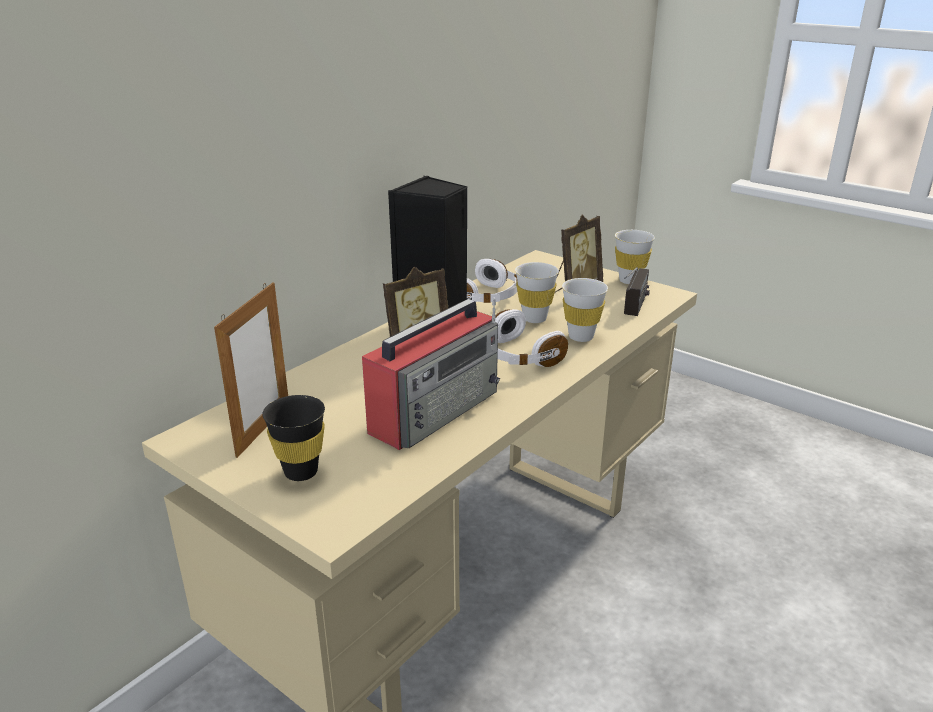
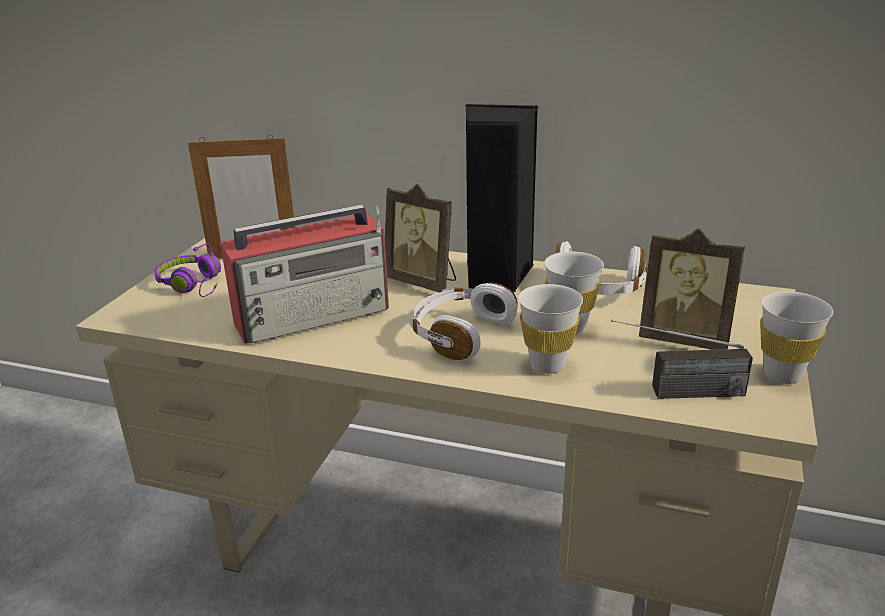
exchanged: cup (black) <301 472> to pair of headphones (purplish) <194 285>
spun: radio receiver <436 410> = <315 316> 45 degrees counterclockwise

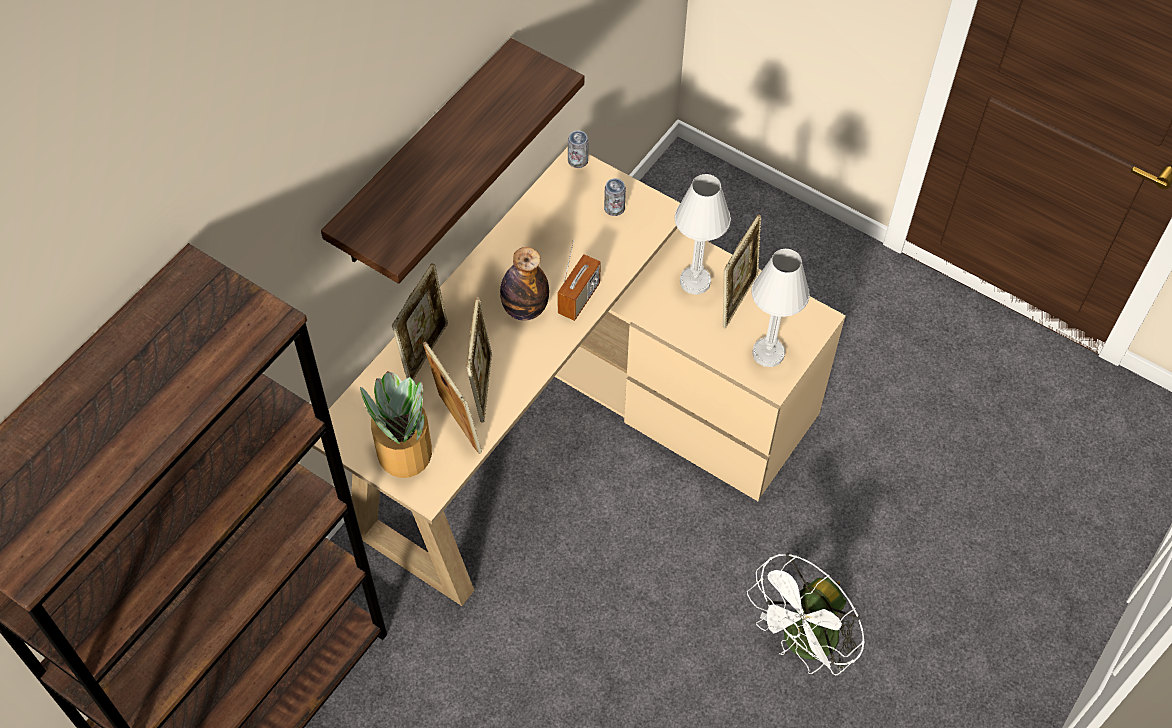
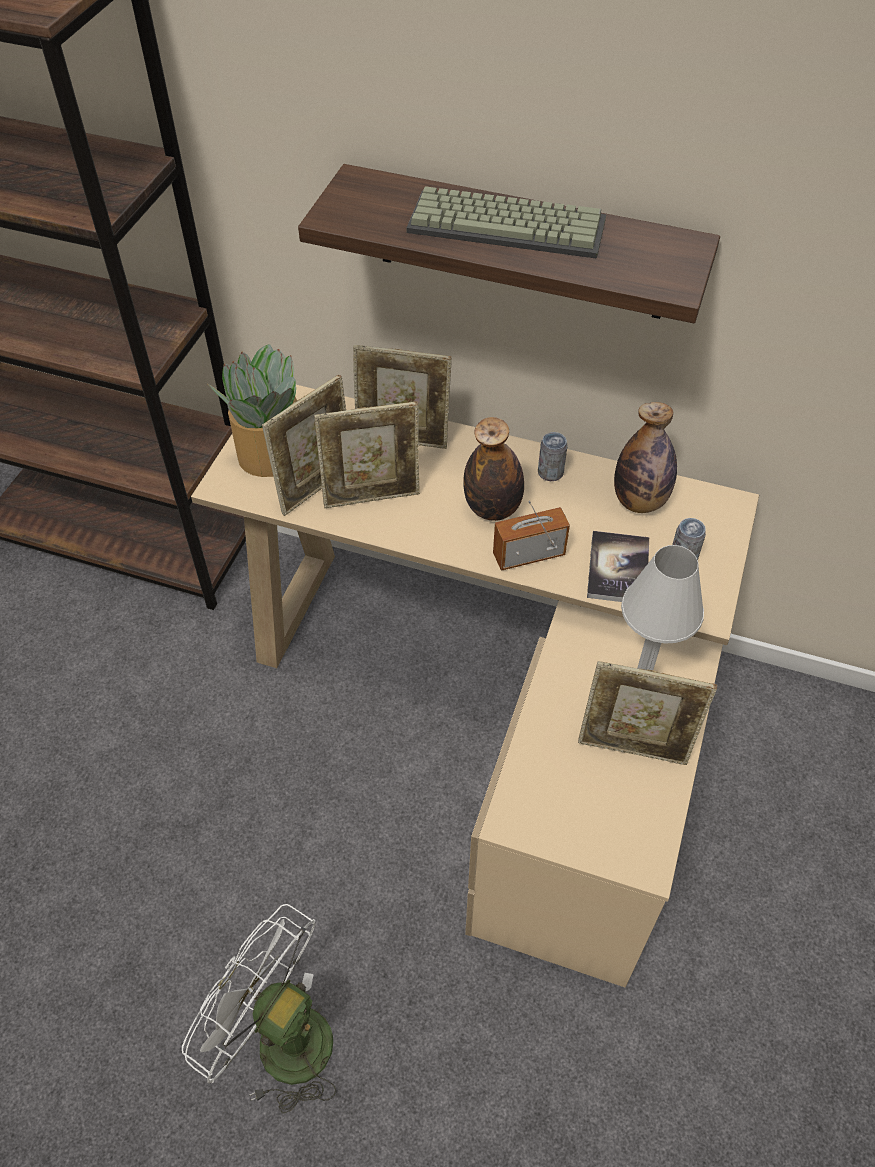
missing: table lamp (white-coloured) <768 353>
appeared: PC keyboard <509 224>; book <618 569>; bottle <639 501>
relocated: sealed can <578 161> to <550 473>
spun: radio receiver <579 298> = <528 555> 150 degrees clockwise

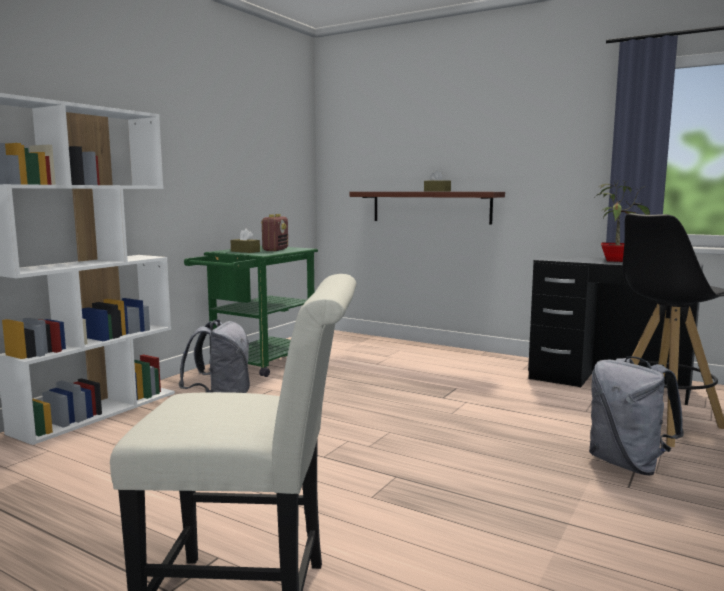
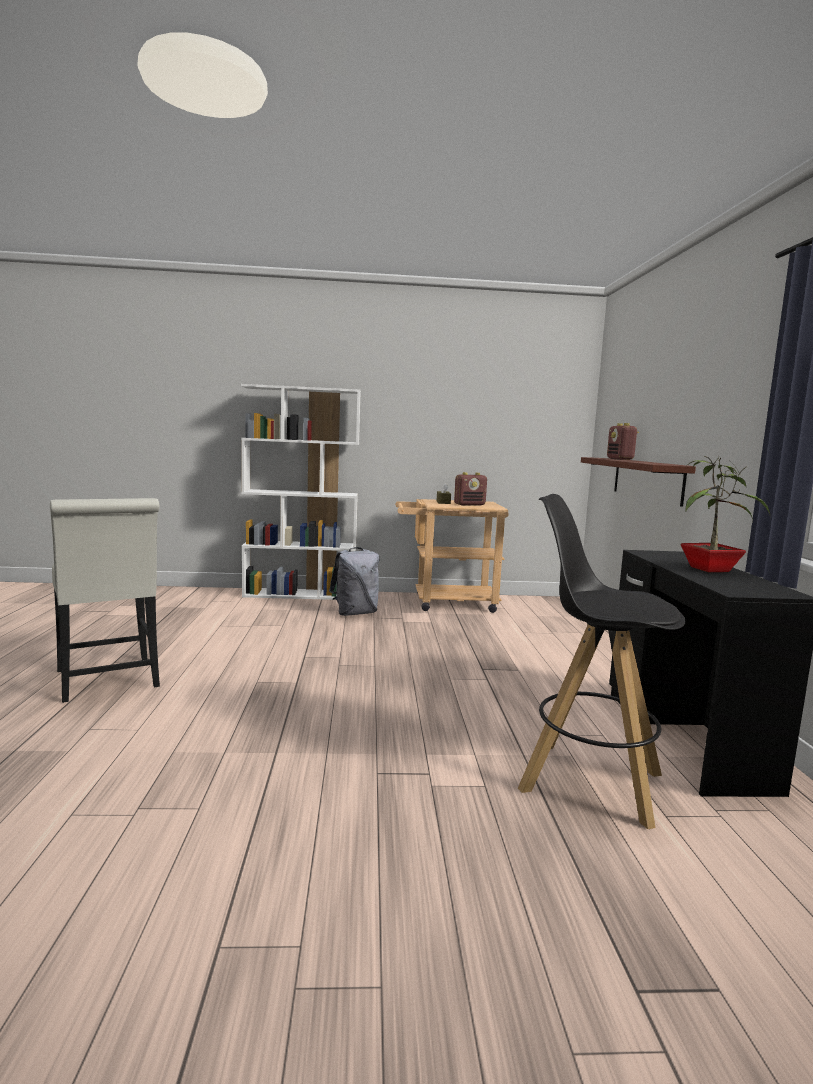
missing: tissue holder (brown) <437 191>; knapsack (greyish) <628 464>
appeared: radio receiver <620 459>
colour: trolley (greenish) <257 364> to trolley (beige) <446 603>

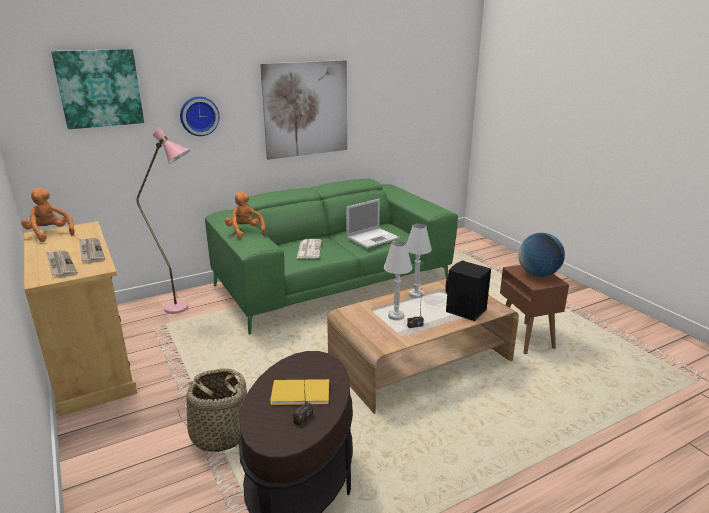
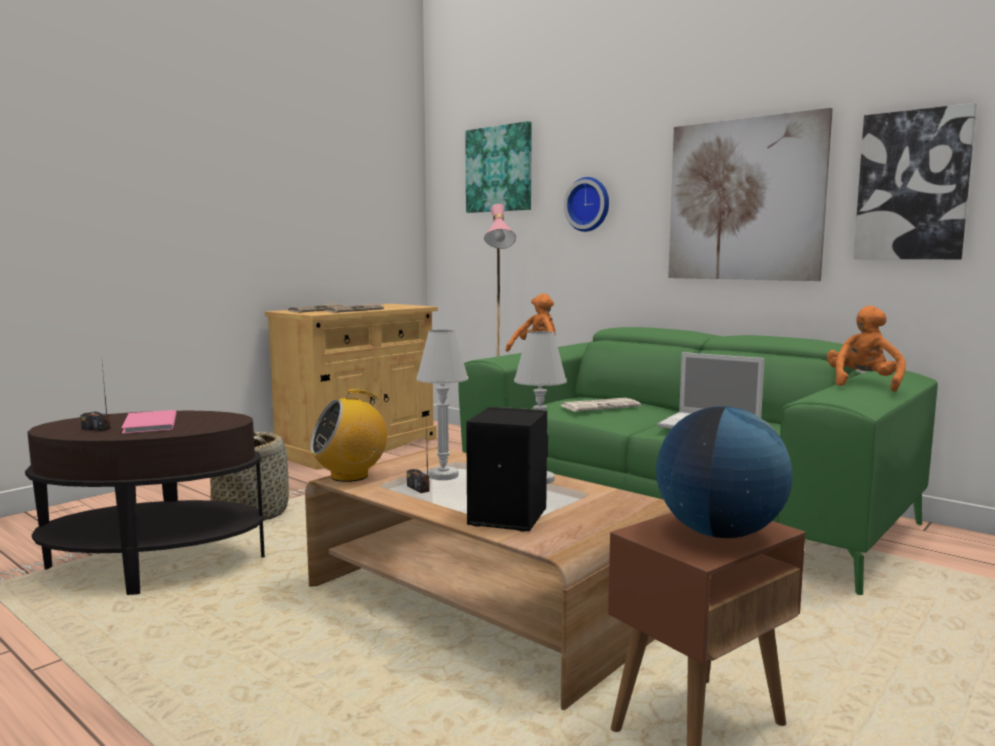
appeared: radio receiver <350 476>; picture <912 186>
relocated: plush toy (orangey) <50 234> to <863 384>
colour: book (yellowish) <302 394> to book (pink) <148 424>

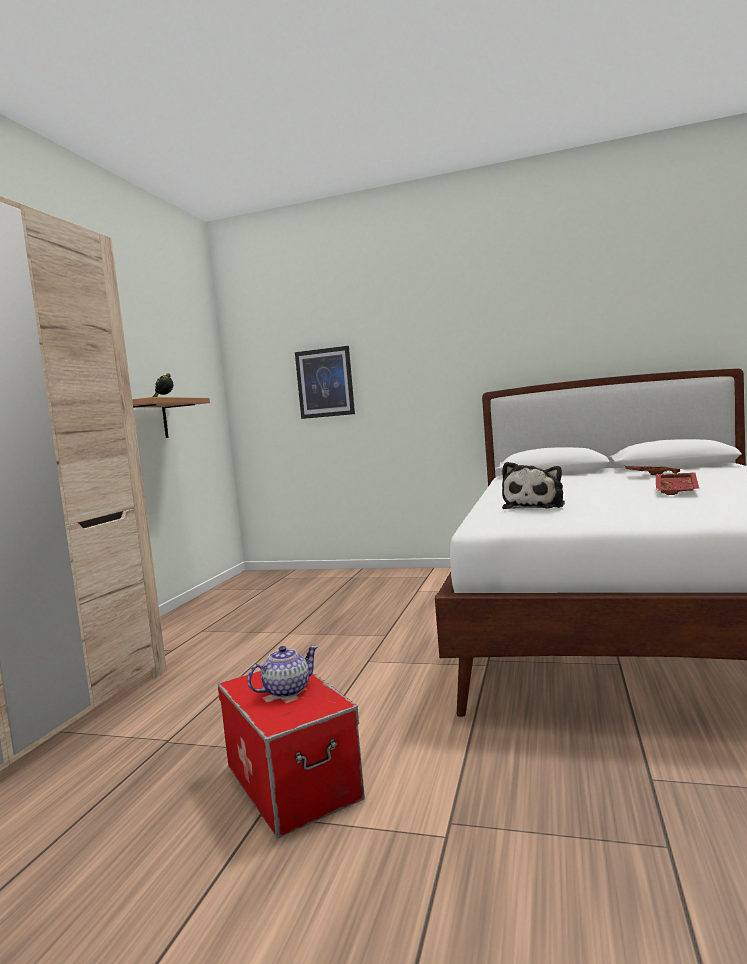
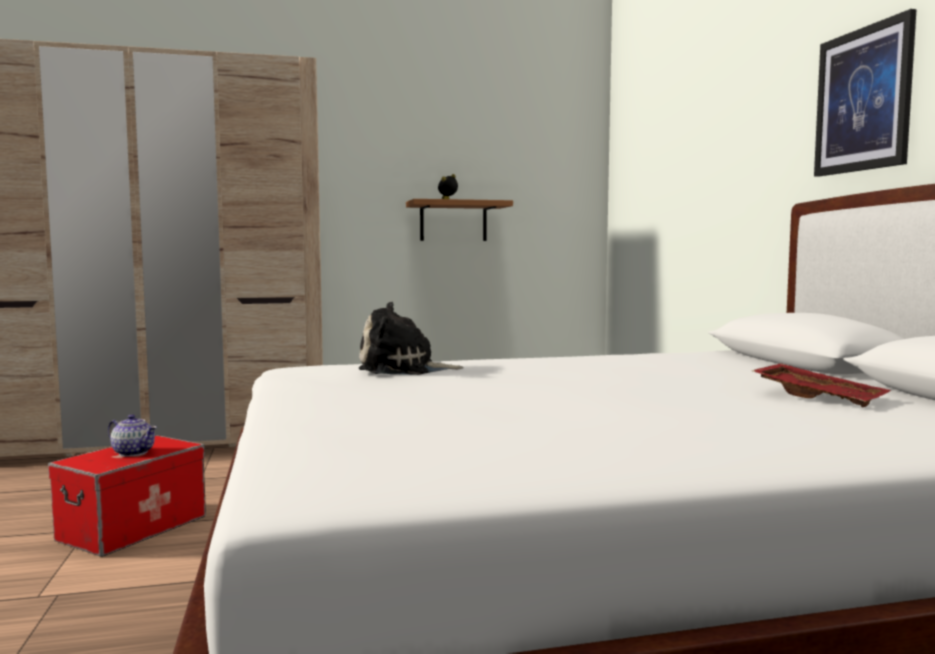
missing: tray (reddish) <678 490>
relocated: picture <325 383> to <863 100>

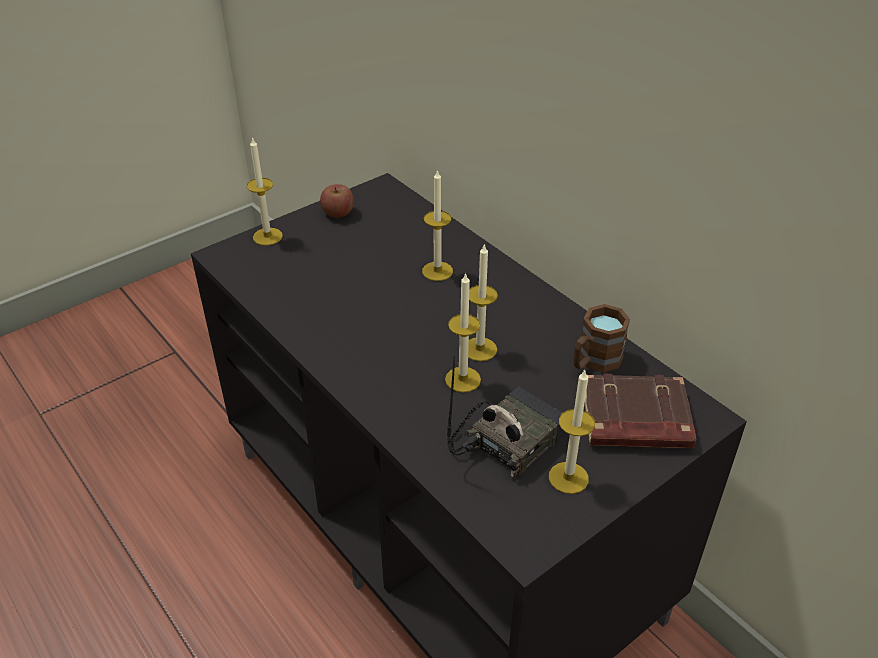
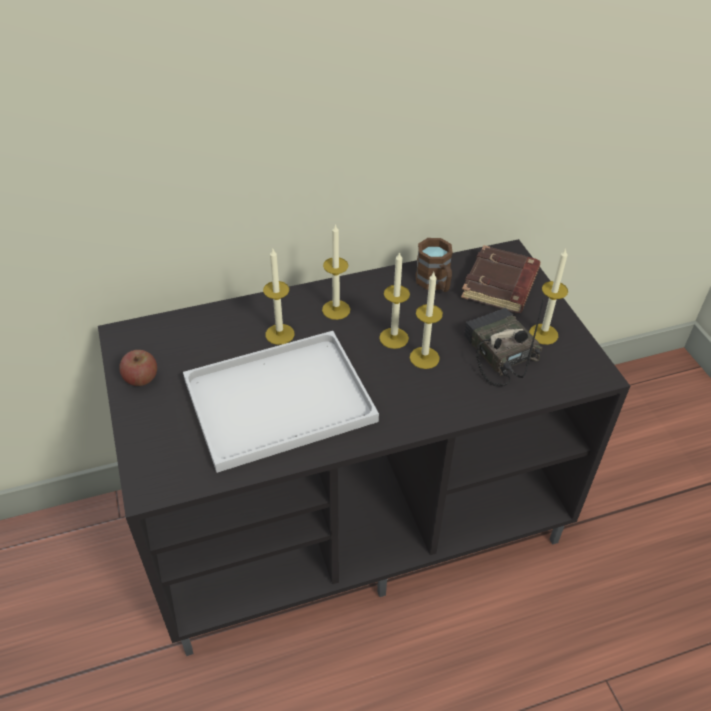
appeared: tray (white-coloured) <282 398>
relocated: wax light <267 236> to <336 310>

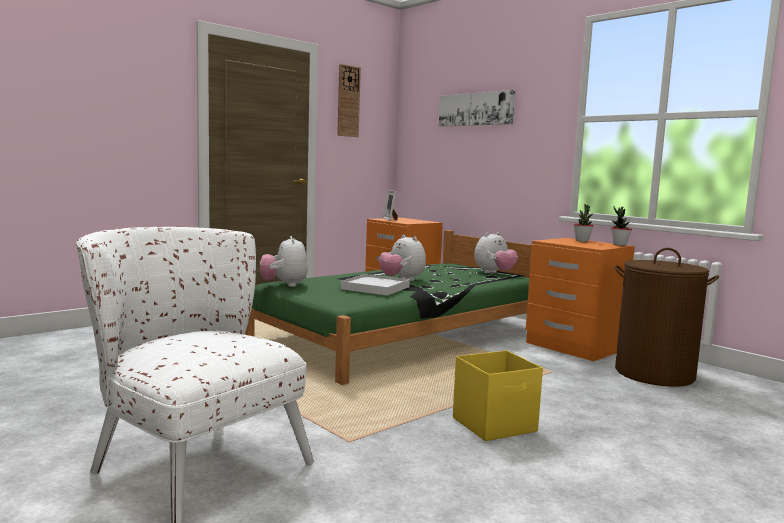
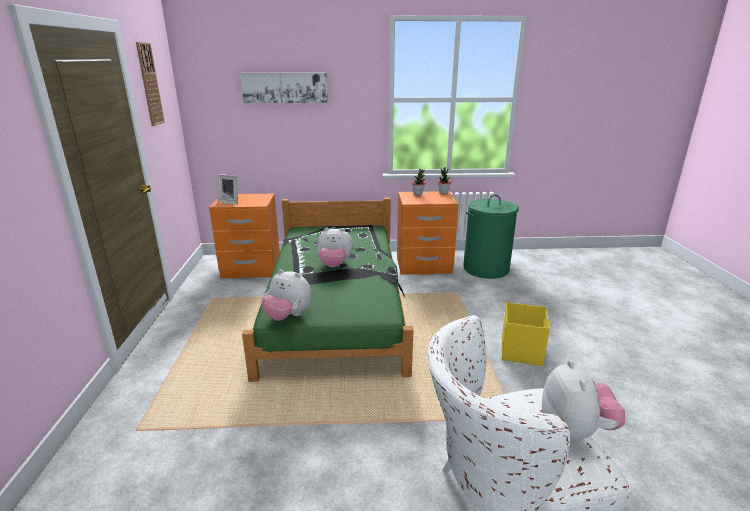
missing: tray (white-coloured) <375 288>
relocated: plush toy <494 273> to <574 430>
colour: washing basket (brown) <654 374> to washing basket (greenish) <486 269>

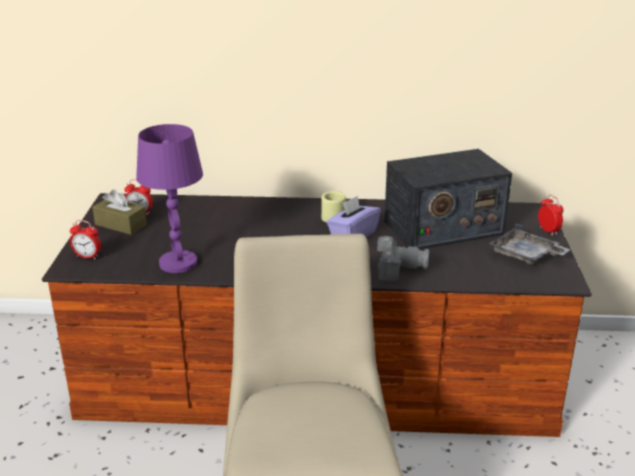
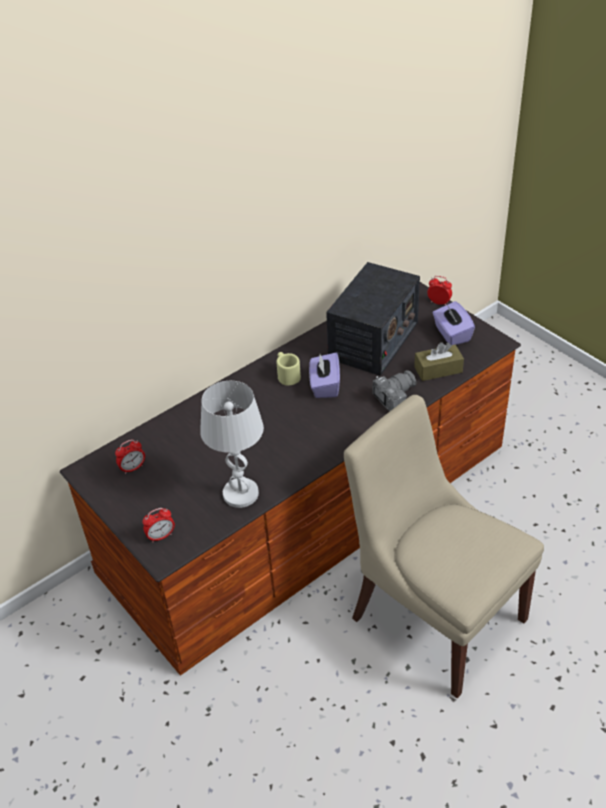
relocated: tissue holder (brown) <120 224> to <438 369>
exchanged: tray (greyish) <525 255> to tissue holder (purplish) <452 334>
colour: table lamp (purplish) <178 263> to table lamp (white-coloured) <241 493>

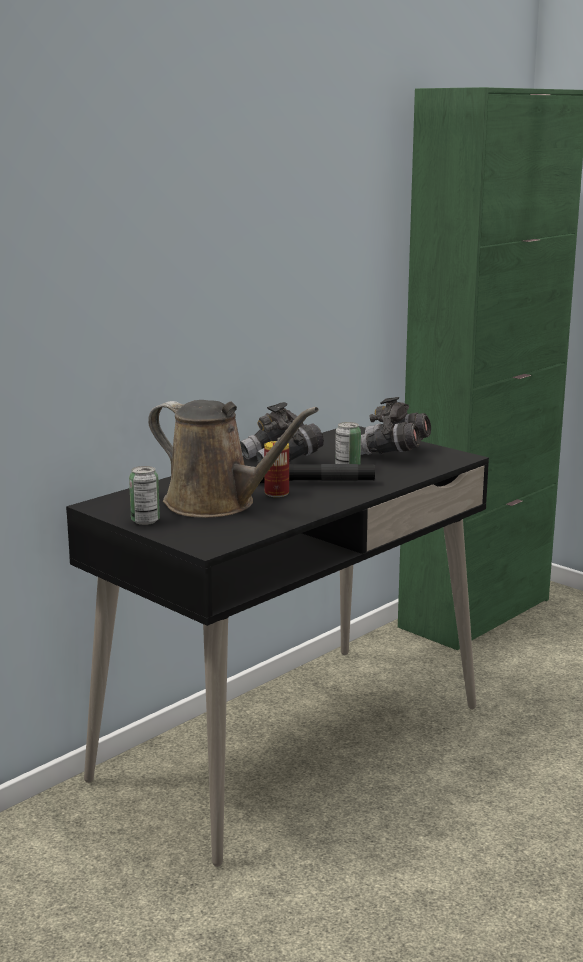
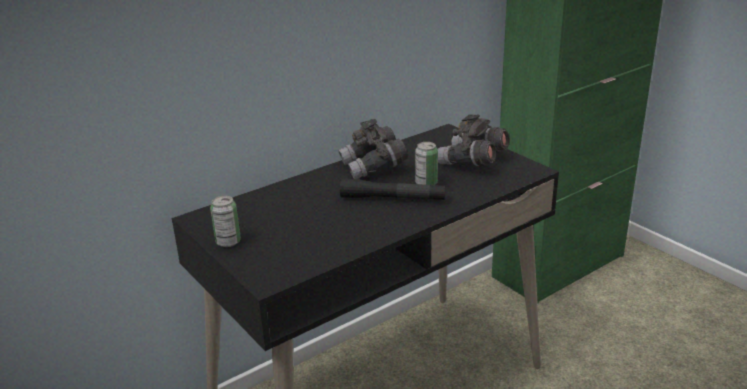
missing: watering can (brown) <217 504>; sealed can <276 493>

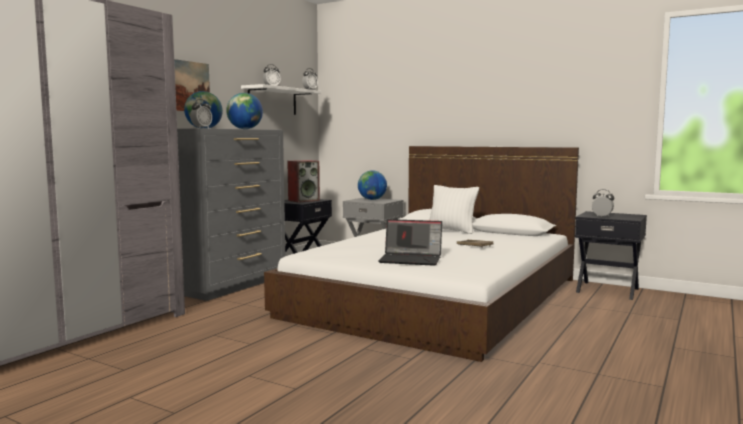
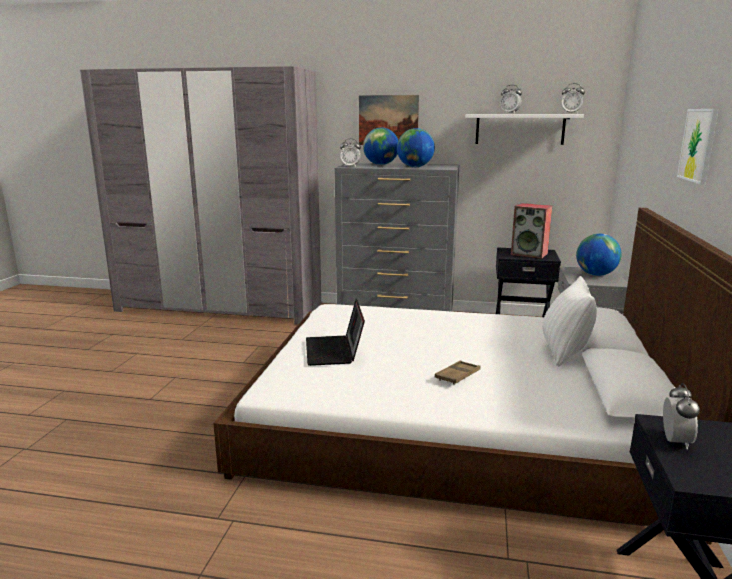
appeared: picture <698 145>

